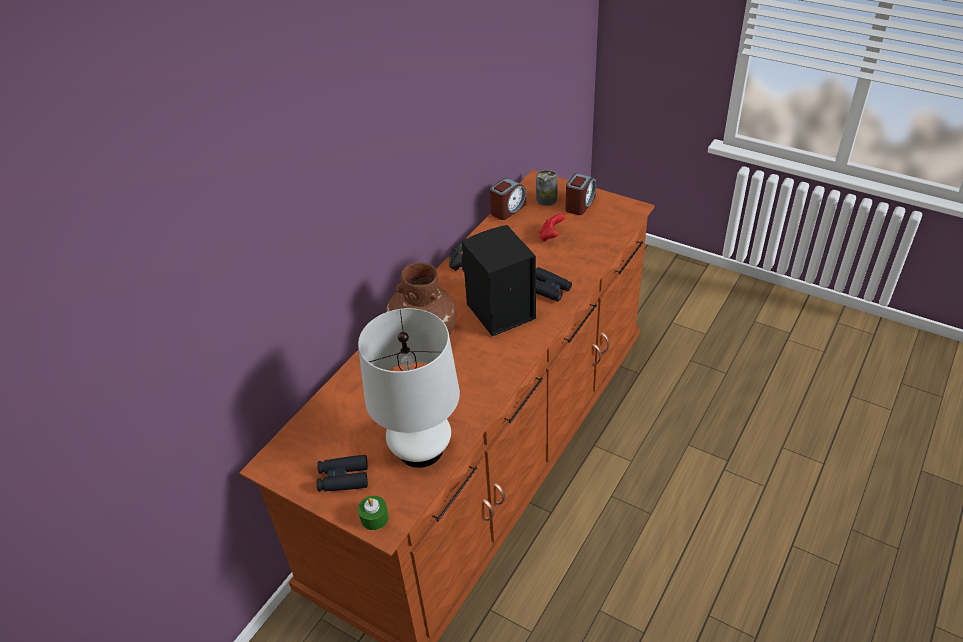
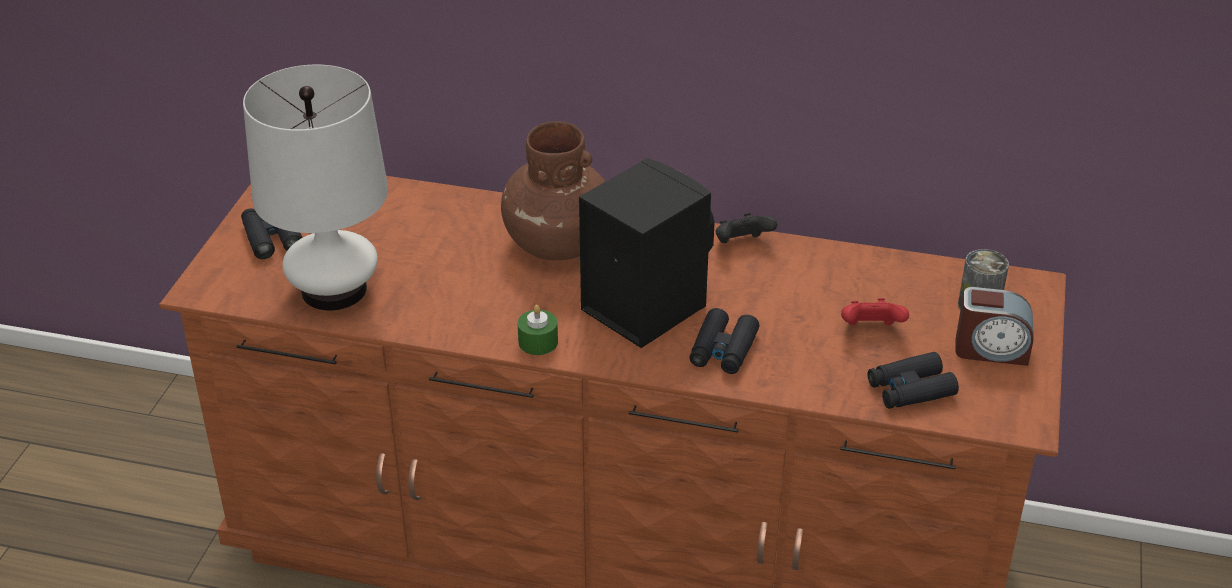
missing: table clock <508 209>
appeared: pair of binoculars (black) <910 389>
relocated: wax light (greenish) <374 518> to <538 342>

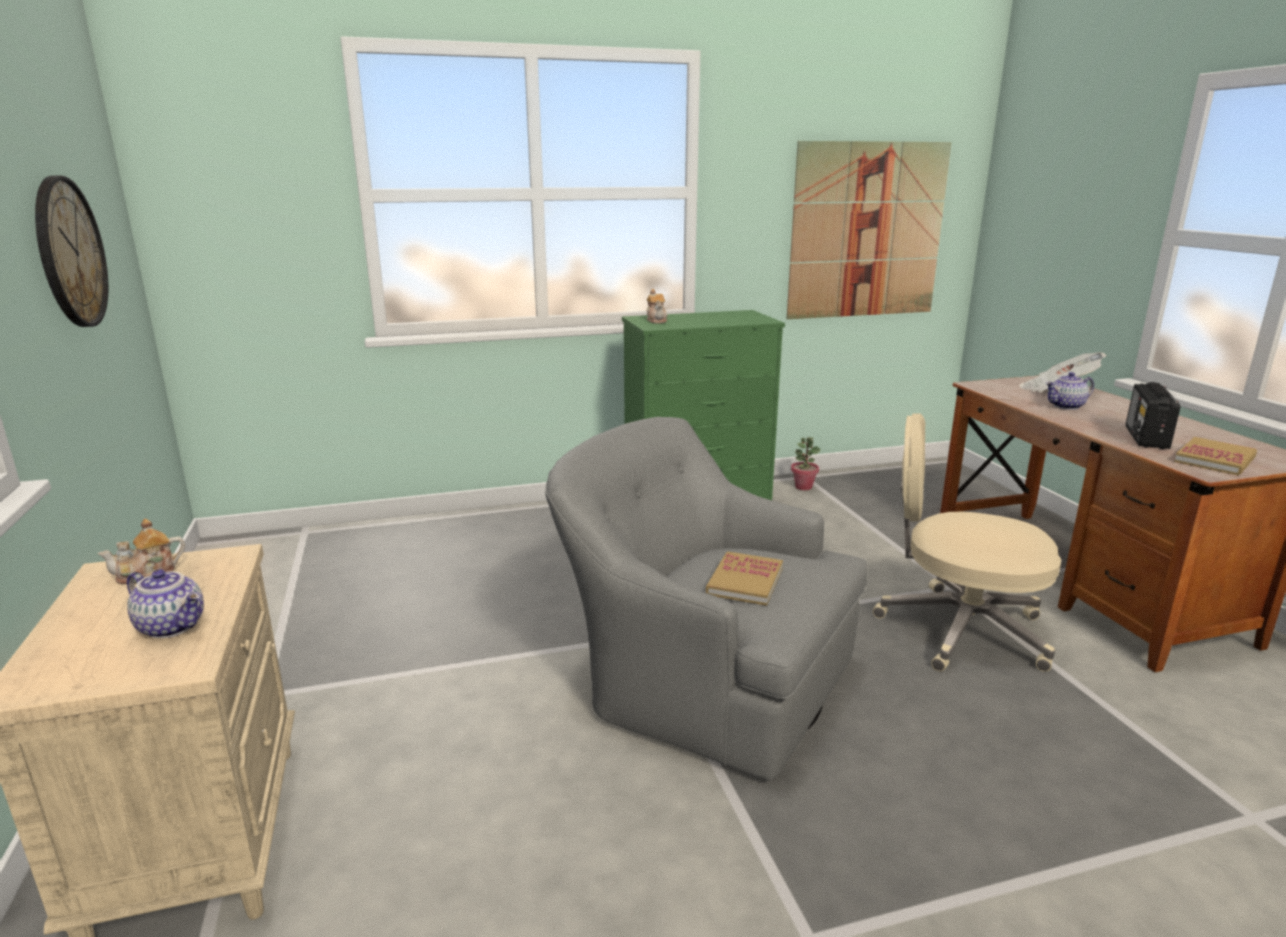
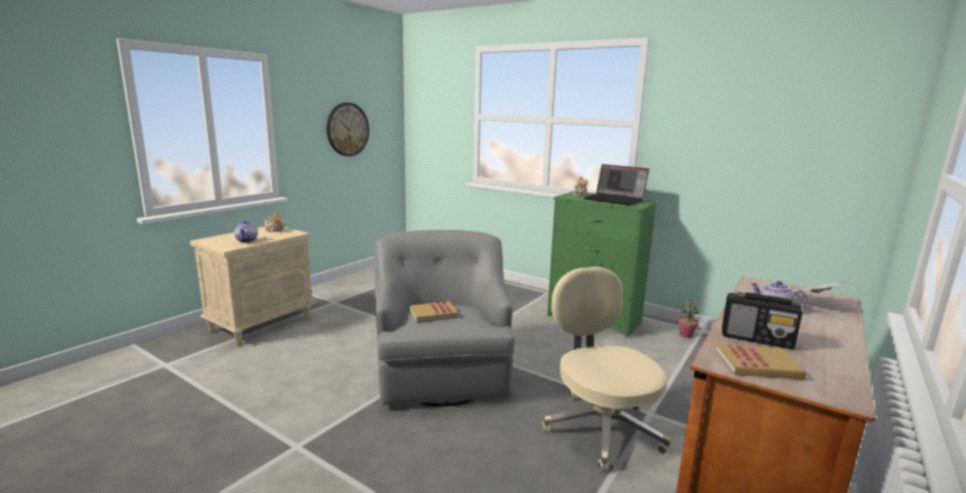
missing: picture <867 231>
appeared: notebook computer <615 200>
spun: radio receiver <1146 438> = <757 339> 135 degrees counterclockwise

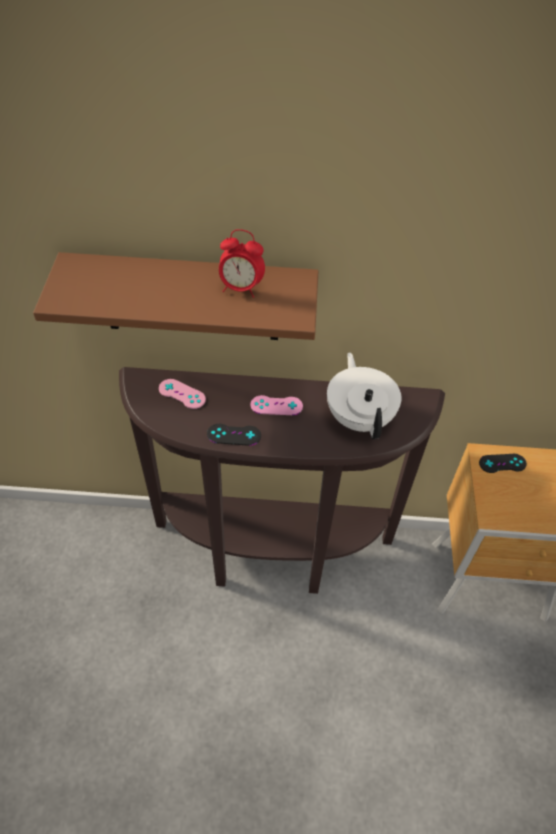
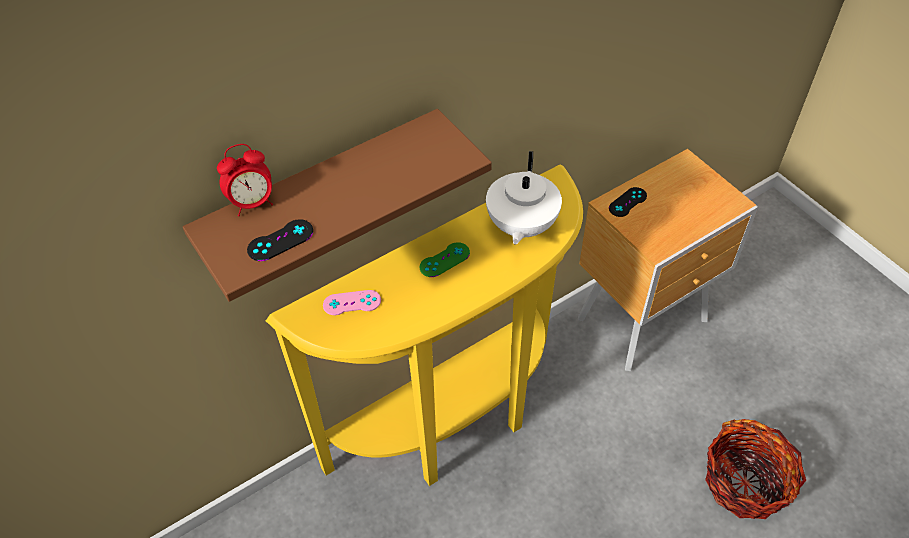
appeared: household basket <746 482>
relocated: joypad (black) <234 435> to <280 240>; table clock <241 288> to <252 203>
colour: hall table (brown) <272 556> to hall table (yellowish) <456 424>; joypad (pink) <276 405> to joypad (greenish) <444 260>
spun: pot for tea (white-coloured) <359 417> = <520 226> 120 degrees counterclockwise

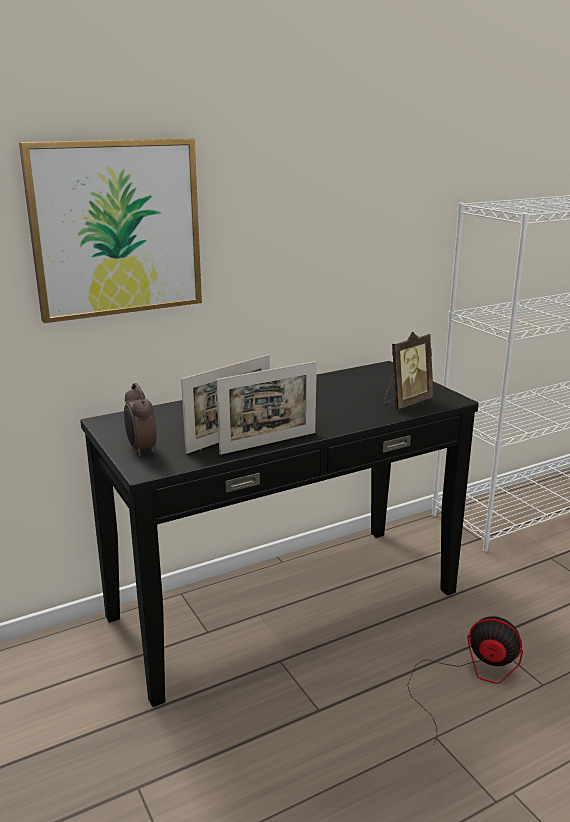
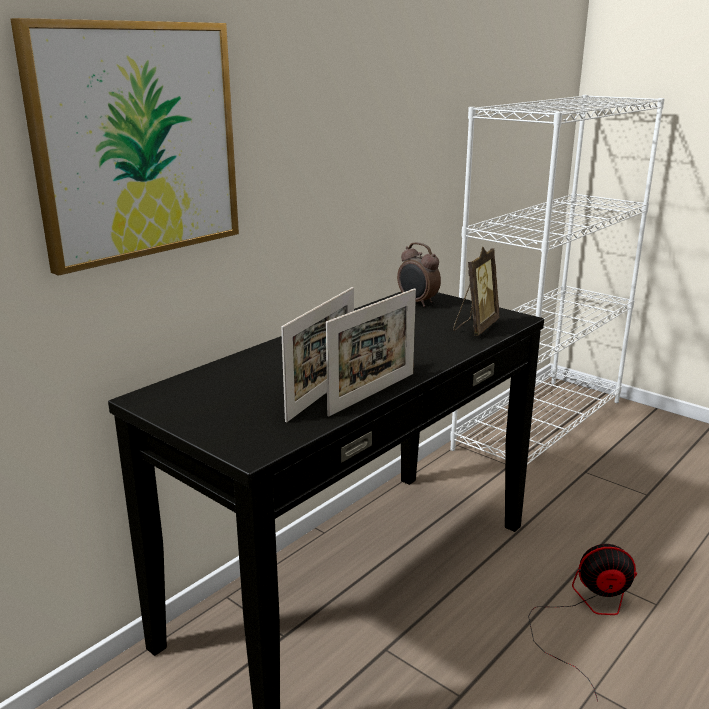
relocated: table clock <141 449> to <417 303>

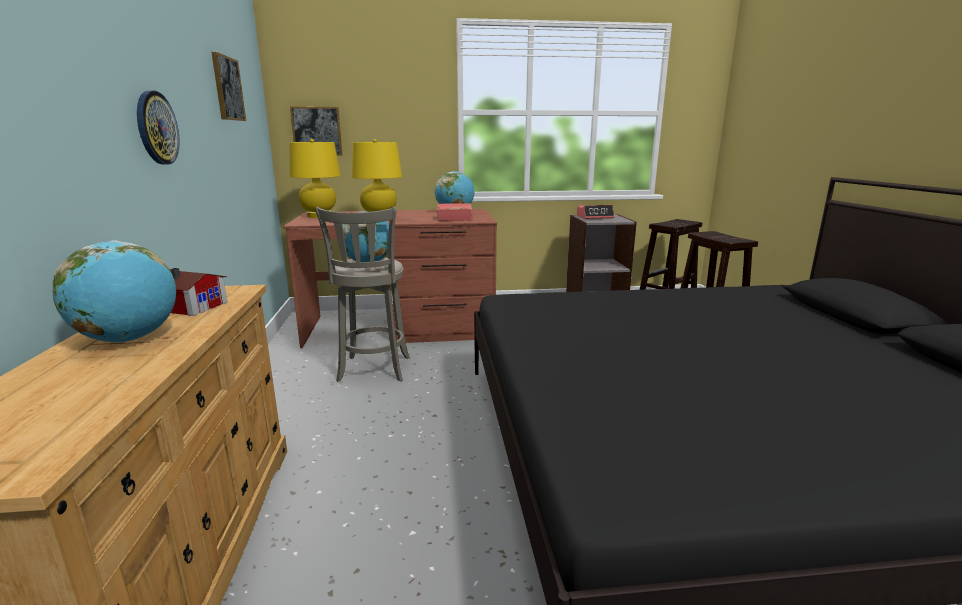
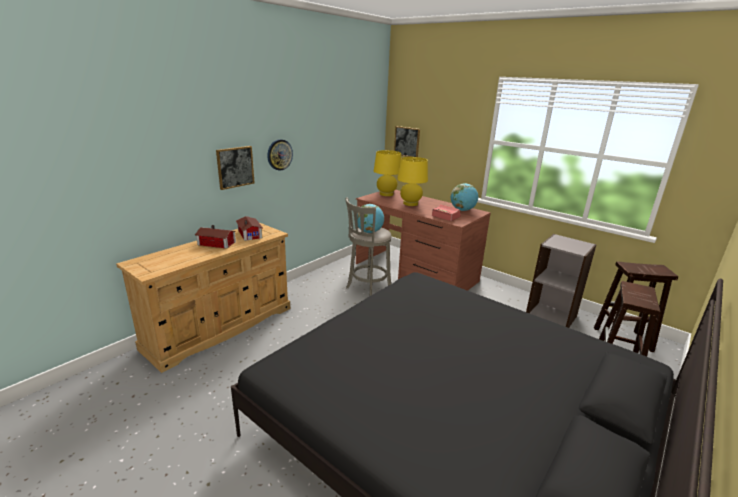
missing: table clock <595 217>
relocated: picture <227 88> to <235 167>
exchanged: desk globe <129 339> to toy house <217 243>

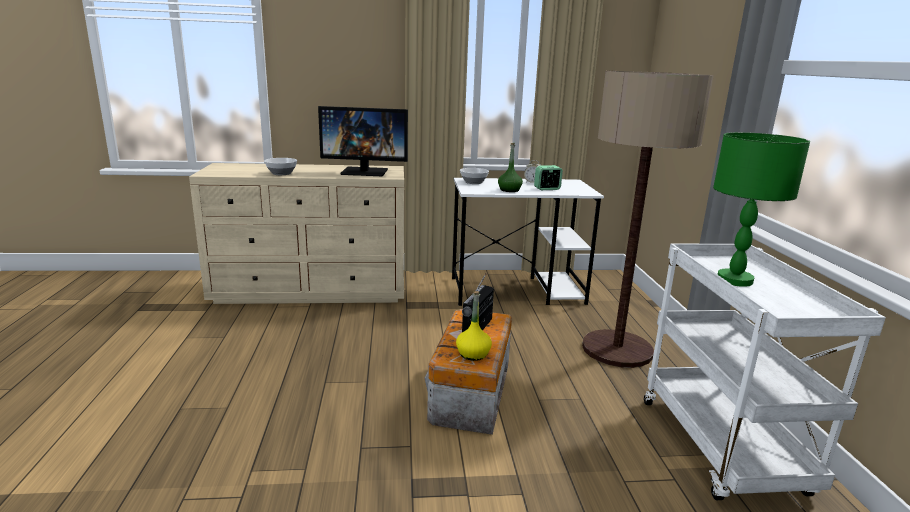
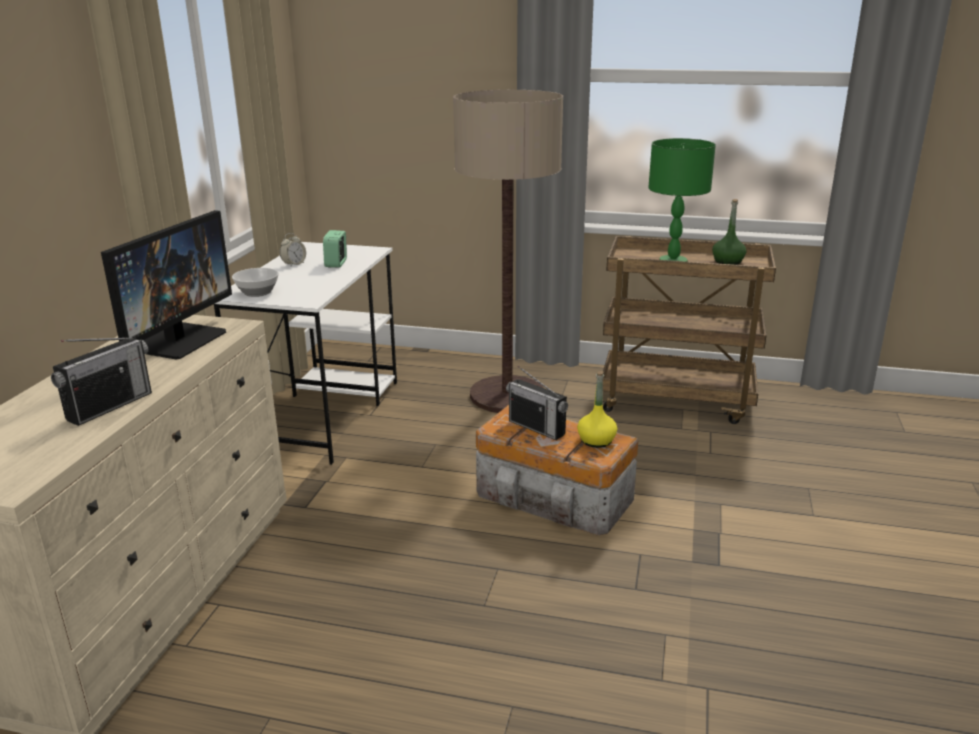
relocated: bottle (greenish) <509 190> to <728 262>
exchanged: deep dish <282 173> to radio receiver <109 406>
colour: trolley (white-coloured) <723 448> to trolley (brown) <677 400>

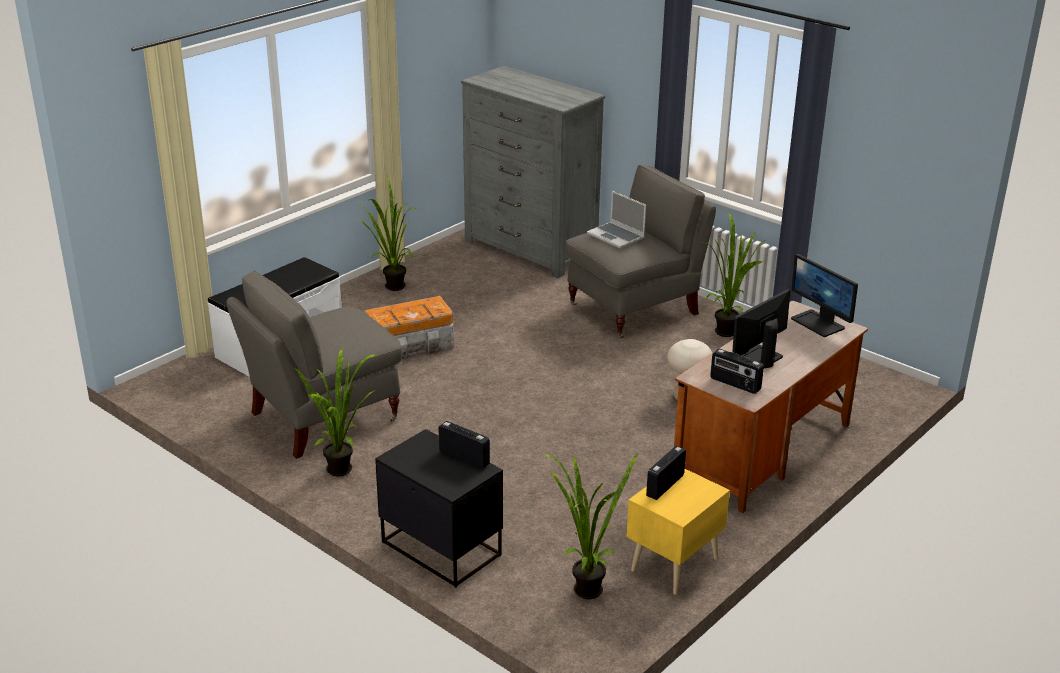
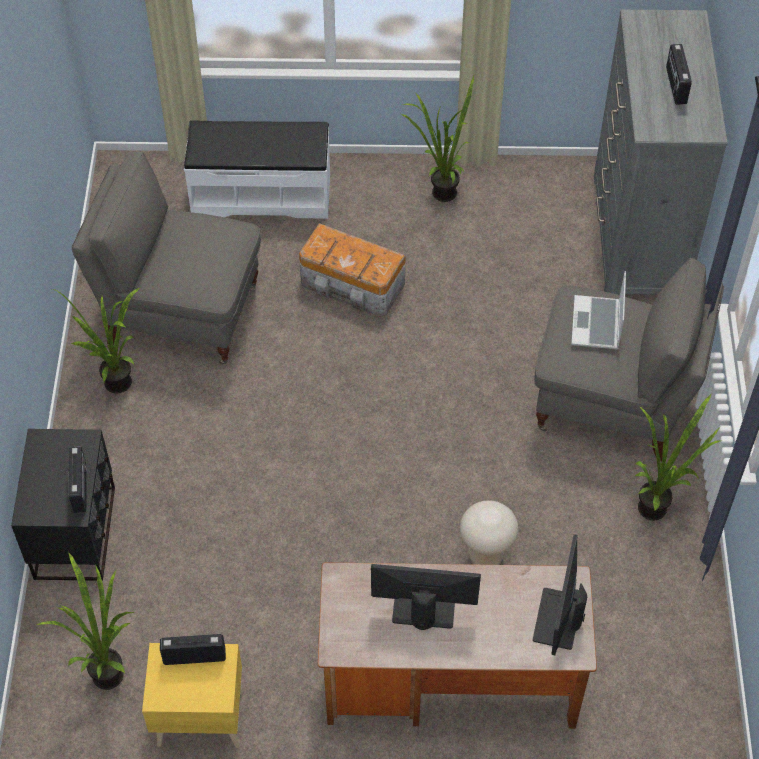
relocated: radio receiver <735 384> to <675 86>

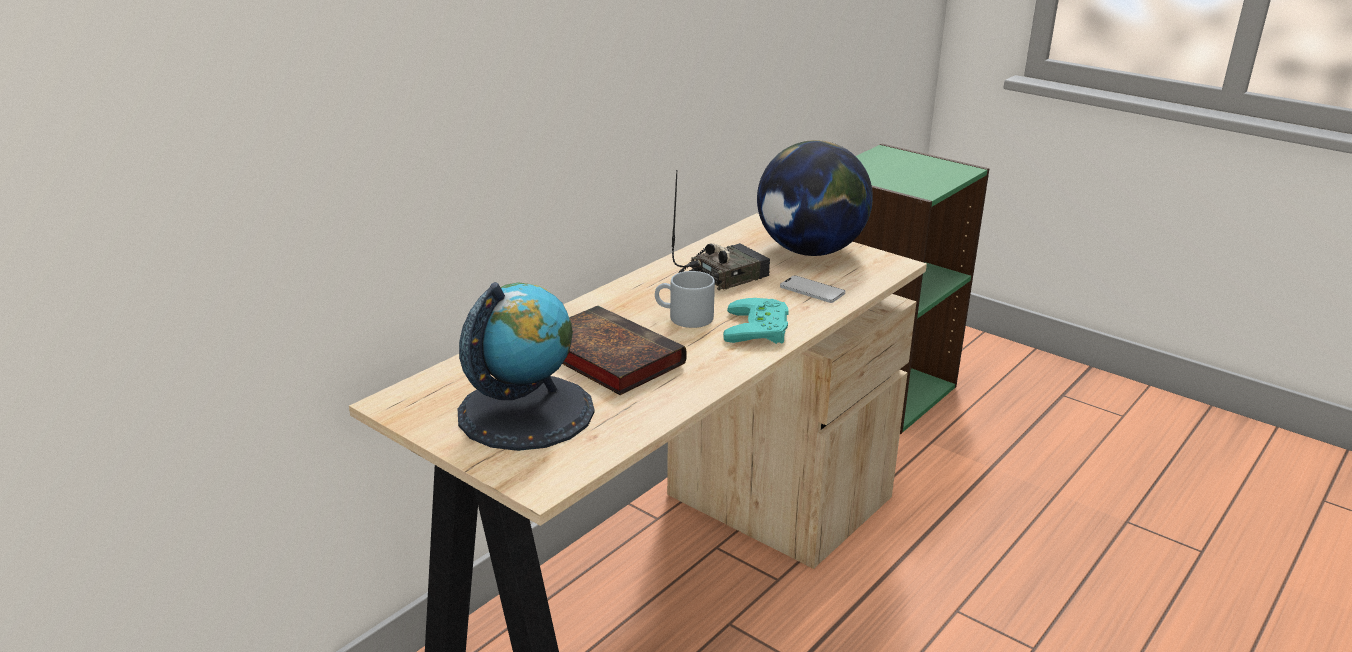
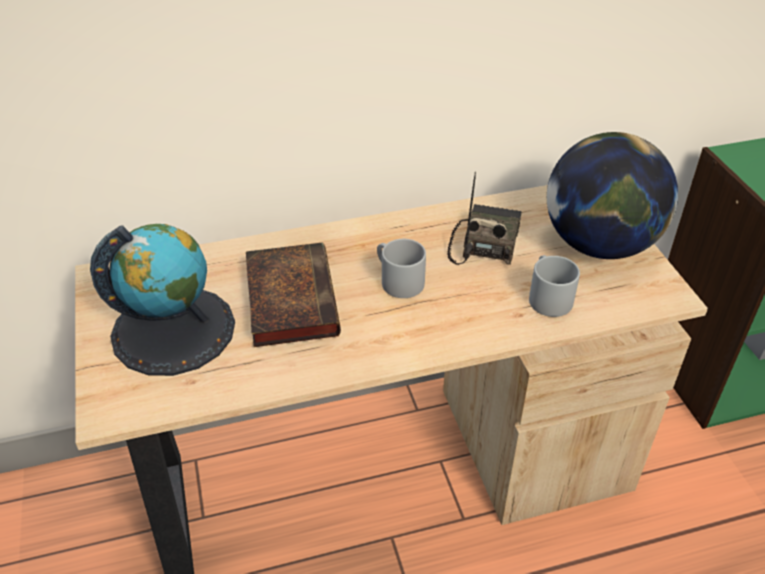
missing: joypad (blue-green) <761 328>
exchanged: telephone <812 290> to mug (greyish) <547 296>
spun: radio receiver <723 275> = <484 243> 75 degrees counterclockwise

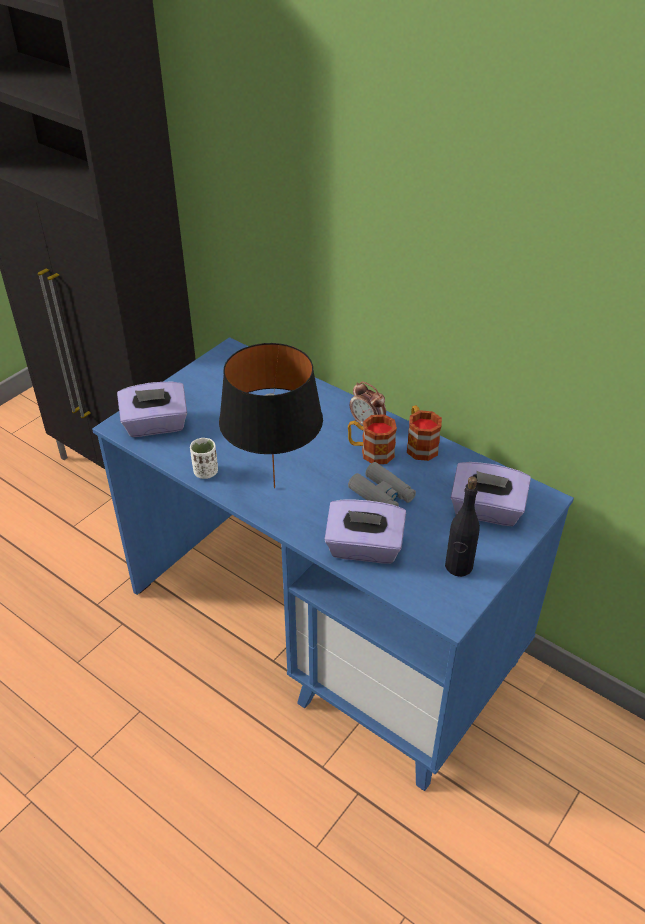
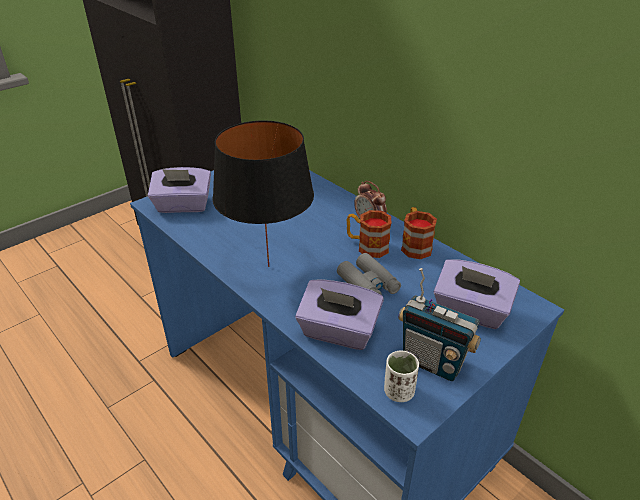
relocated: cup (white-coloured) <205 472> to <398 392>
exchanged: bottle (black) <458 566> to radio receiver <432 362>

